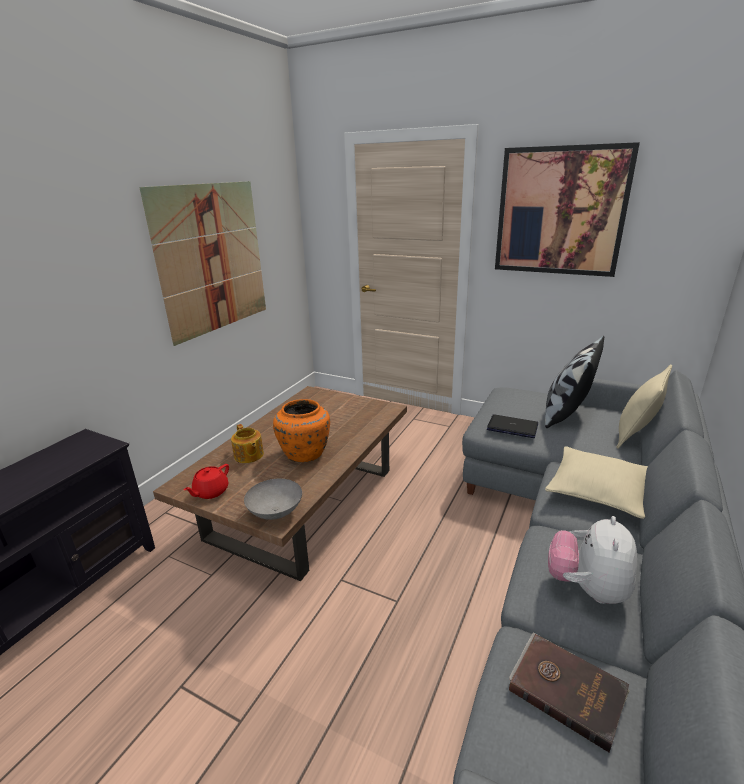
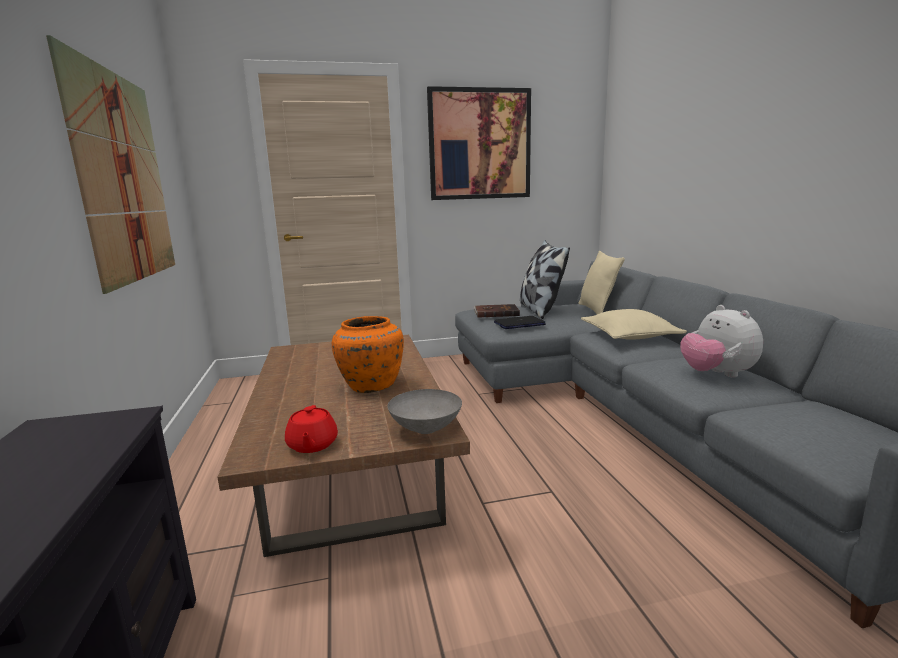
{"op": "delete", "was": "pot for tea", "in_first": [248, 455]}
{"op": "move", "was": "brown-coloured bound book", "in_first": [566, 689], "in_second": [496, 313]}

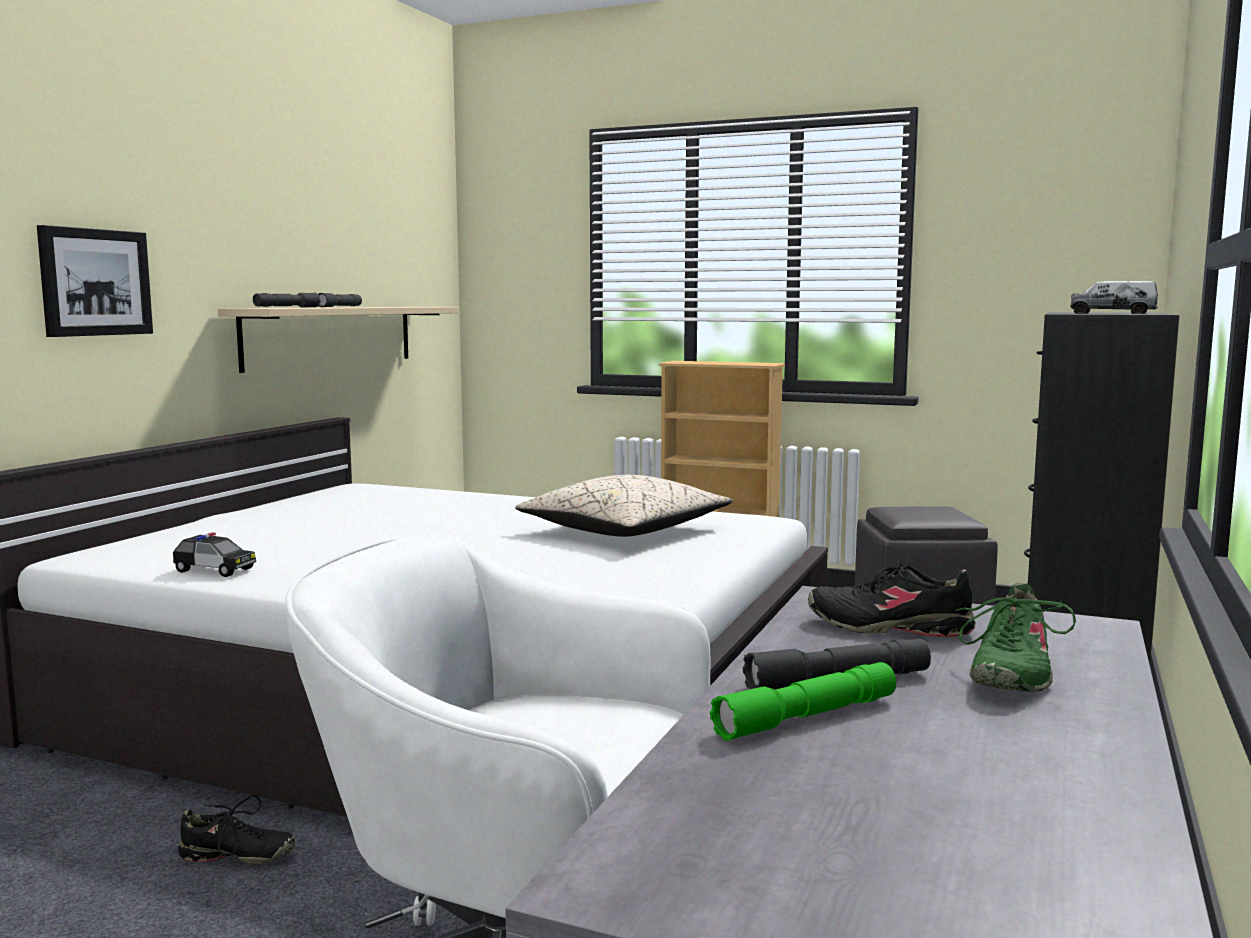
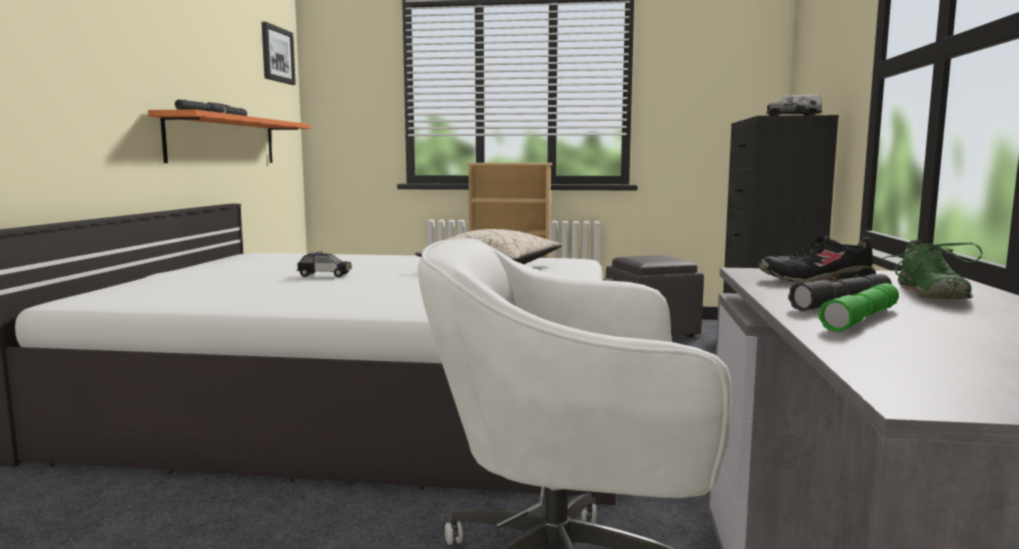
{"op": "delete", "was": "black-coloured shoe", "in_first": [237, 856]}
{"op": "move", "was": "picture", "in_first": [95, 282], "in_second": [277, 54]}
{"op": "move", "was": "model car", "in_first": [214, 570], "in_second": [324, 275]}
{"op": "recolor", "was": "sand-coloured wall shelf", "now": "orange-coloured wall shelf", "in_first": [331, 336], "in_second": [223, 140]}

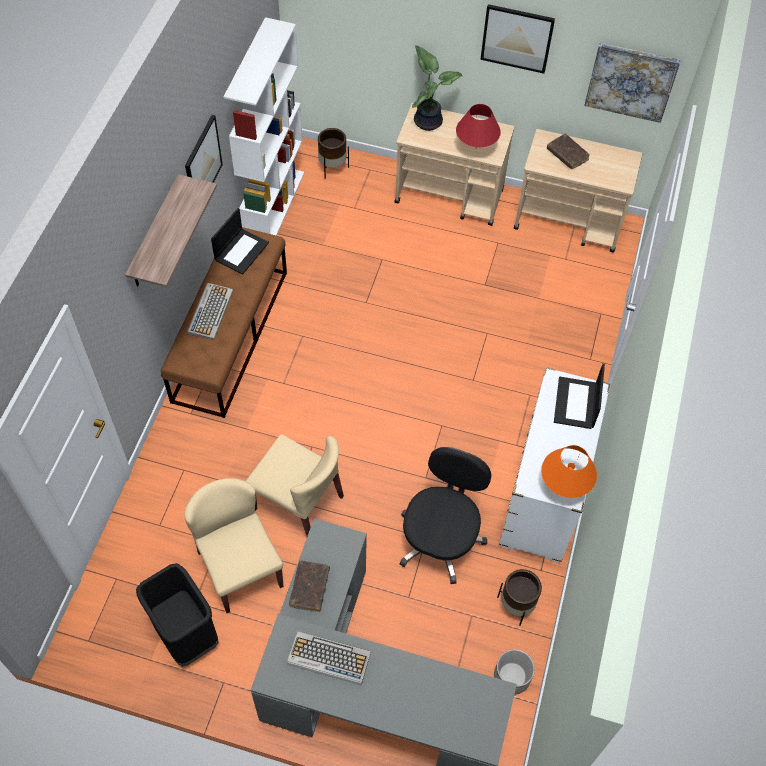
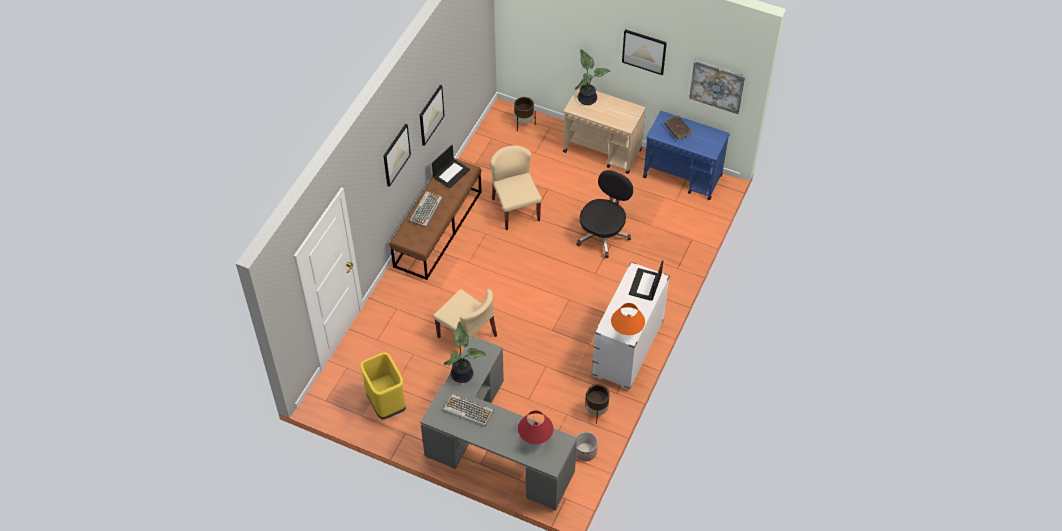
{"op": "delete", "was": "whitish bookshelf", "in_first": [274, 205]}
{"op": "move", "was": "sand-coloured plain chair", "in_first": [240, 568], "in_second": [515, 209]}
{"op": "move", "was": "black-coloured computer chair", "in_first": [440, 538], "in_second": [603, 234]}
{"op": "move", "was": "reddish tabletop lamp", "in_first": [476, 148], "in_second": [535, 438]}
{"op": "replace", "was": "wall shelf", "now": "picture", "in_first": [155, 234], "in_second": [396, 154]}
{"op": "replace", "was": "brown-coloured bound book", "now": "plant in a pot", "in_first": [309, 588], "in_second": [463, 373]}
{"op": "recolor", "was": "black-coloured trash can", "now": "yellow-coloured trash can", "in_first": [186, 635], "in_second": [386, 404]}
{"op": "recolor", "was": "sand-coloured trolley", "now": "blue trolley", "in_first": [569, 222], "in_second": [683, 176]}

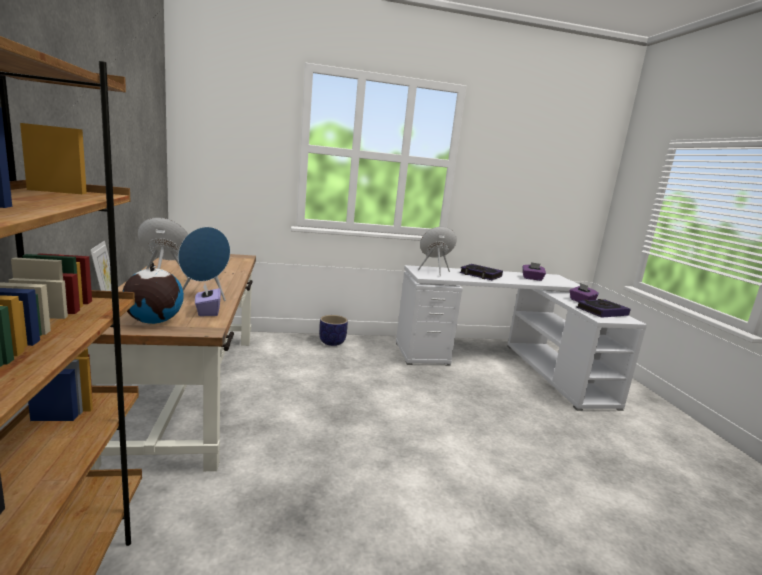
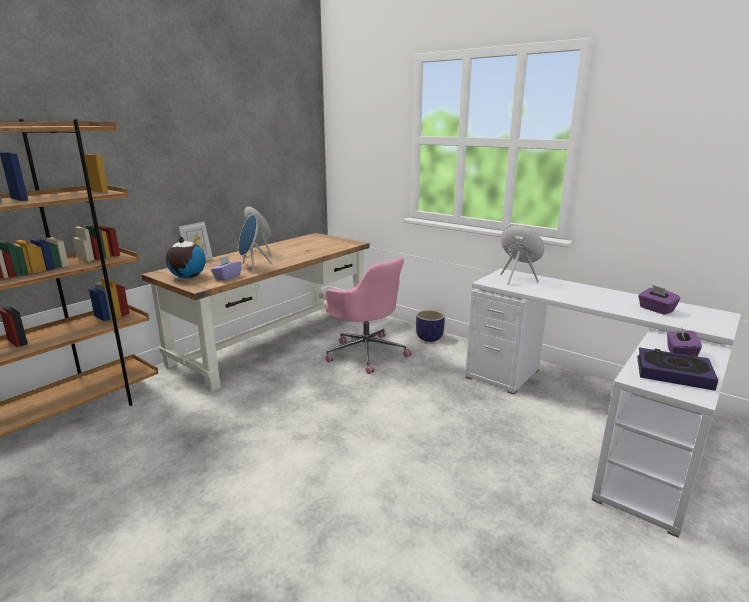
{"op": "delete", "was": "bound book", "in_first": [480, 275]}
{"op": "insert", "now": "pink computer chair", "in_second": [366, 352]}

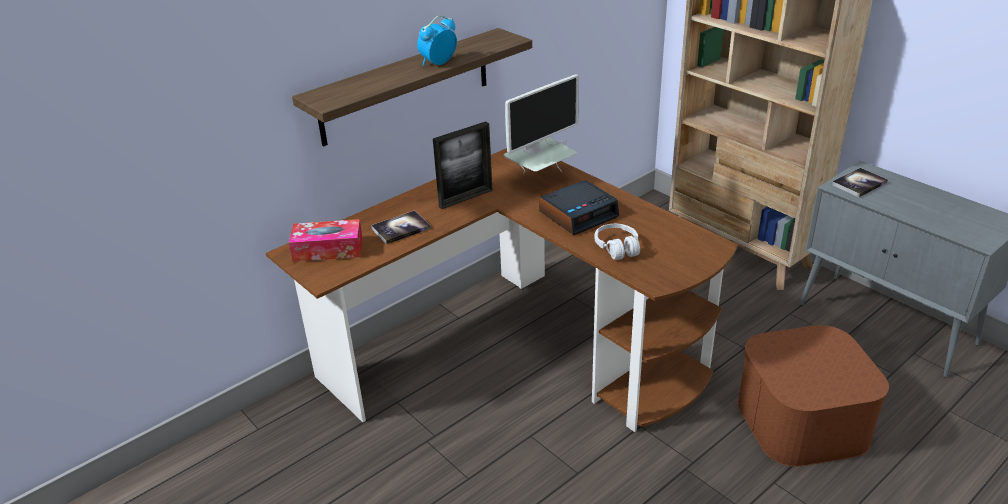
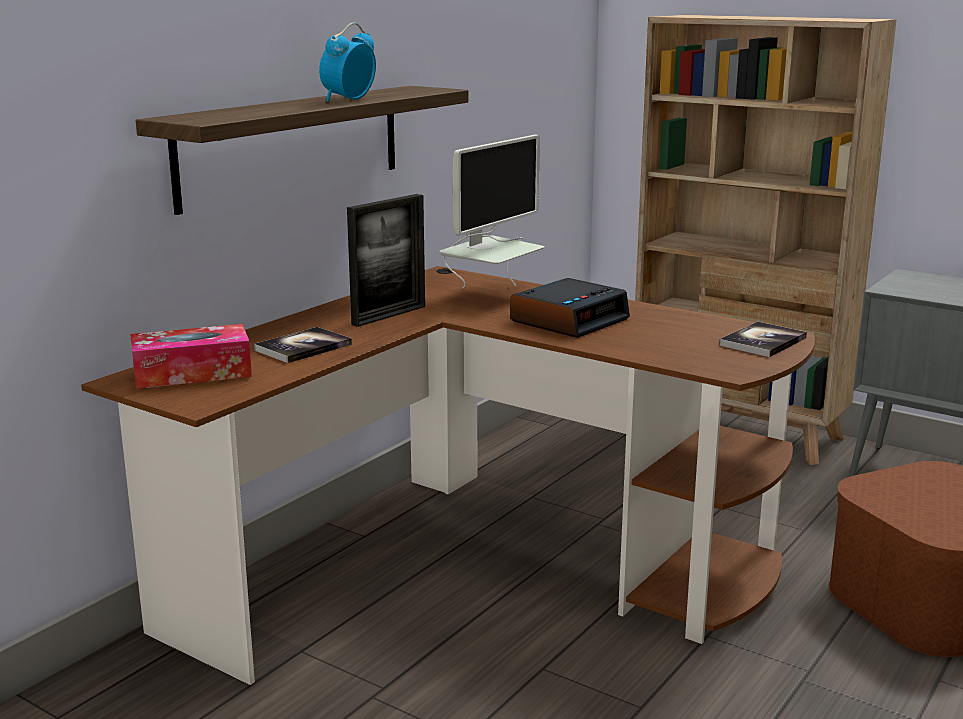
{"op": "delete", "was": "whitish pair of headphones", "in_first": [617, 248]}
{"op": "move", "was": "bound book", "in_first": [859, 183], "in_second": [763, 341]}

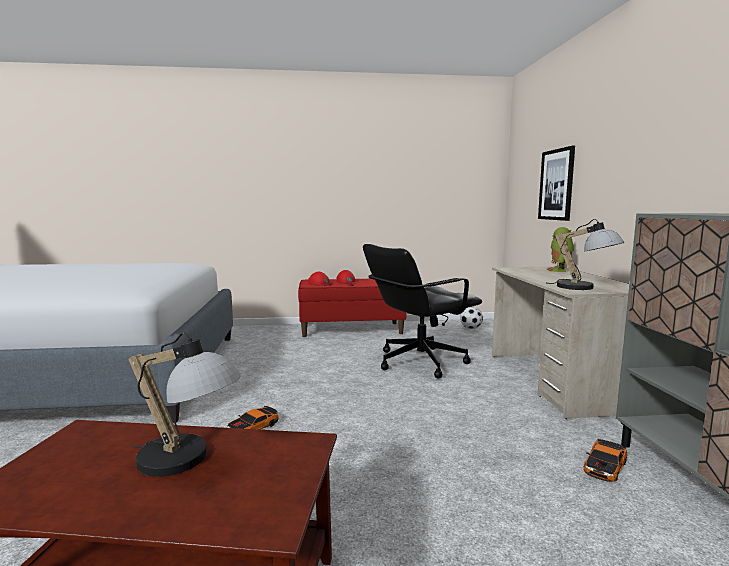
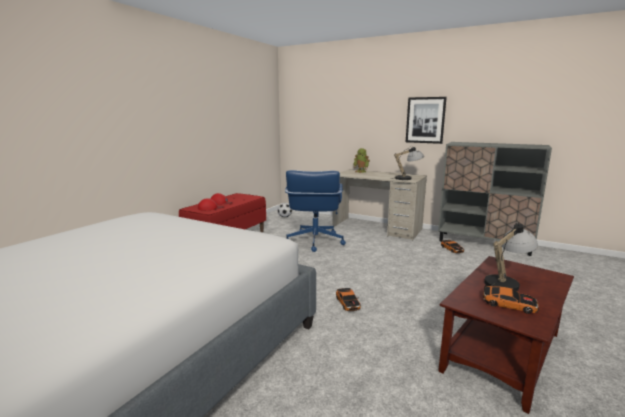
{"op": "insert", "now": "model car", "in_second": [509, 304]}
{"op": "move", "was": "picture", "in_first": [556, 184], "in_second": [425, 120]}
{"op": "recolor", "was": "black-coloured computer chair", "now": "blue computer chair", "in_first": [419, 362], "in_second": [314, 241]}

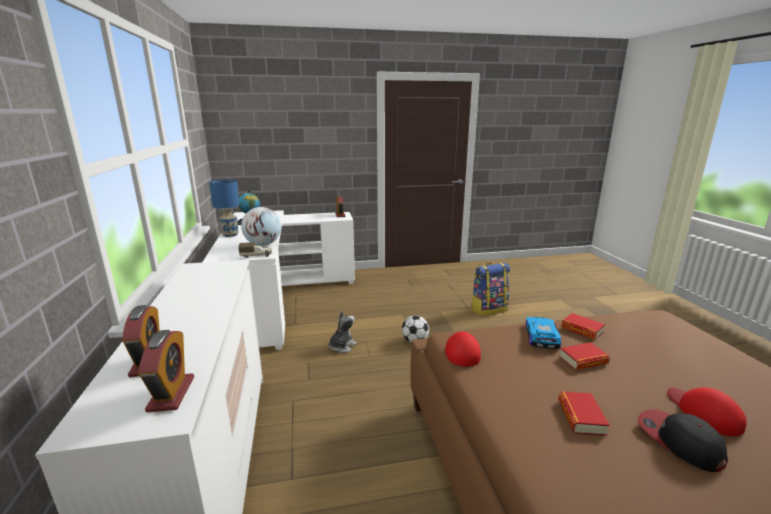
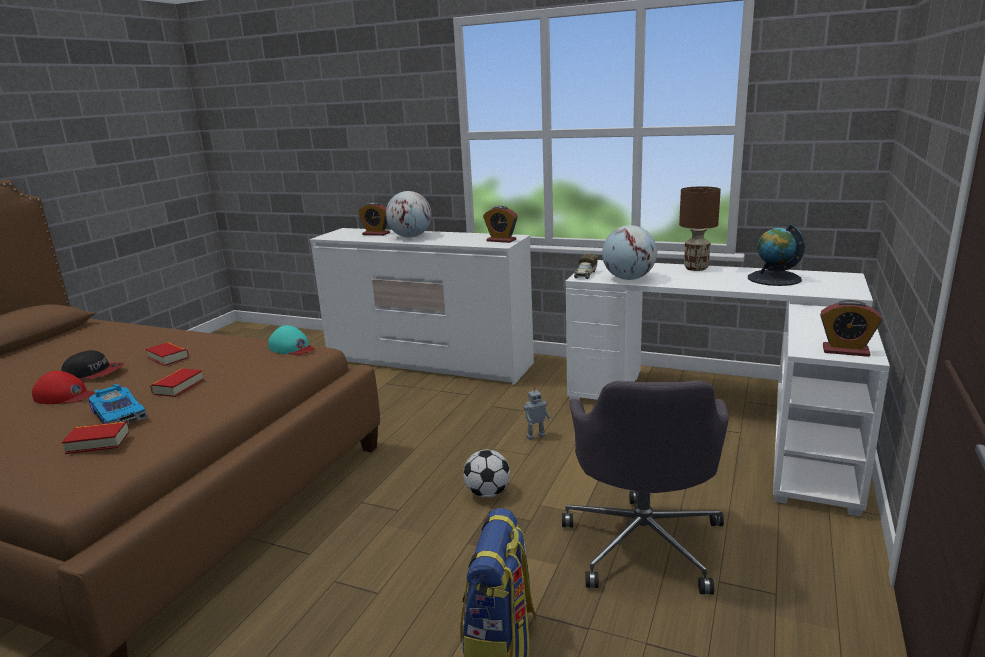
{"op": "insert", "now": "world globe", "in_second": [410, 237]}
{"op": "insert", "now": "grey computer chair", "in_second": [643, 541]}
{"op": "move", "was": "bedside clock", "in_first": [171, 394], "in_second": [501, 240]}
{"op": "move", "was": "model car", "in_first": [540, 336], "in_second": [120, 414]}
{"op": "move", "was": "bound book", "in_first": [582, 330], "in_second": [98, 442]}
{"op": "replace", "was": "cuddly toy", "now": "toy robot", "in_first": [341, 346], "in_second": [535, 436]}
{"op": "recolor", "was": "blue tabletop lamp", "now": "brown-coloured tabletop lamp", "in_first": [230, 235], "in_second": [696, 268]}
{"op": "recolor", "was": "reddish cap", "now": "turquoise cap", "in_first": [461, 351], "in_second": [292, 348]}

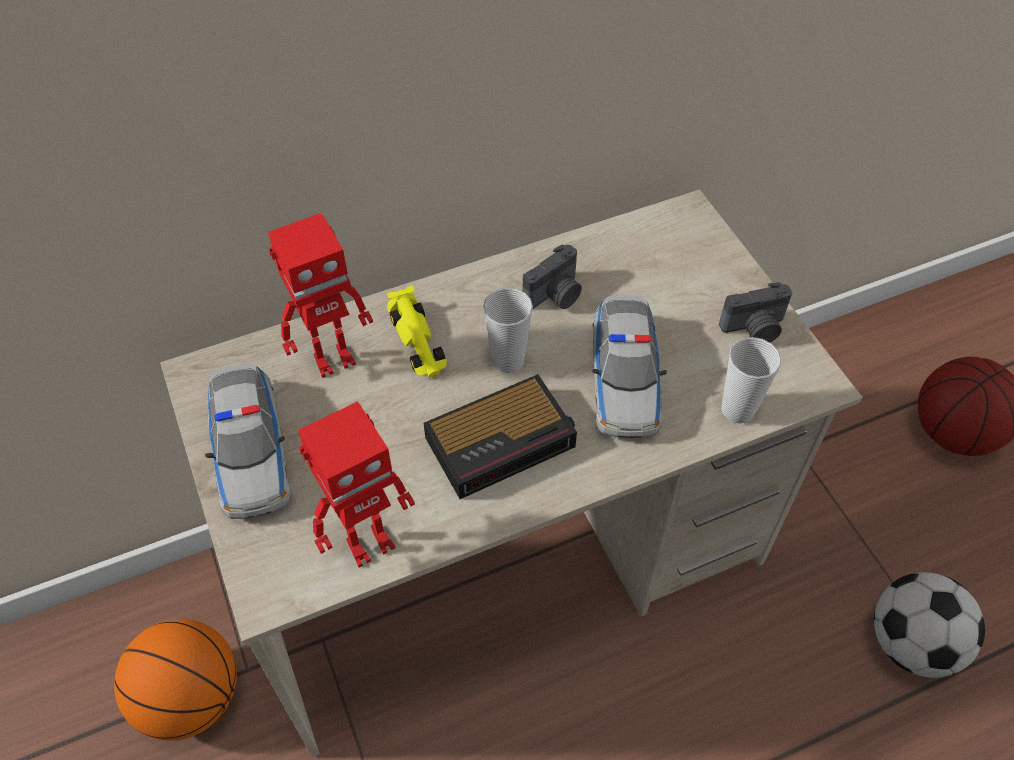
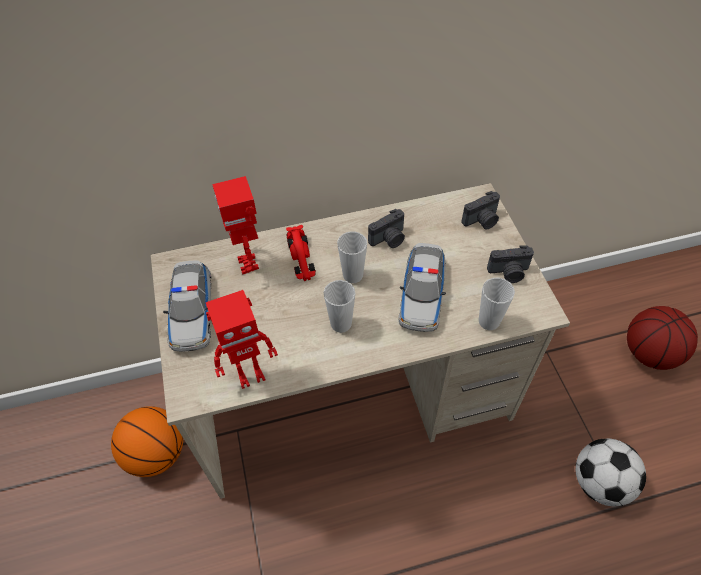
{"op": "insert", "now": "photo camera", "in_second": [482, 221]}
{"op": "replace", "was": "bedside clock", "now": "cup", "in_first": [503, 441], "in_second": [341, 324]}
{"op": "recolor", "was": "yellow-coloured model car", "now": "reddish model car", "in_first": [417, 341], "in_second": [301, 258]}
{"op": "rotate", "was": "toy robot", "in_first": [333, 359], "in_second": [249, 263], "clockwise": 90}

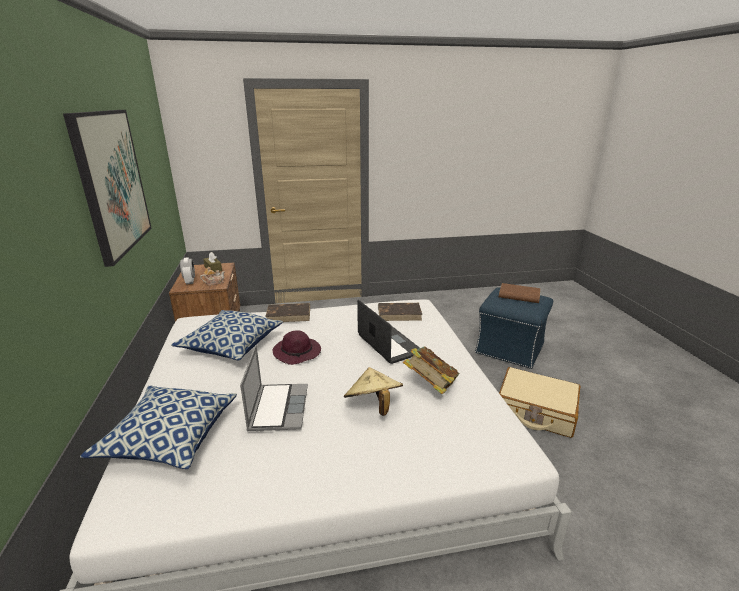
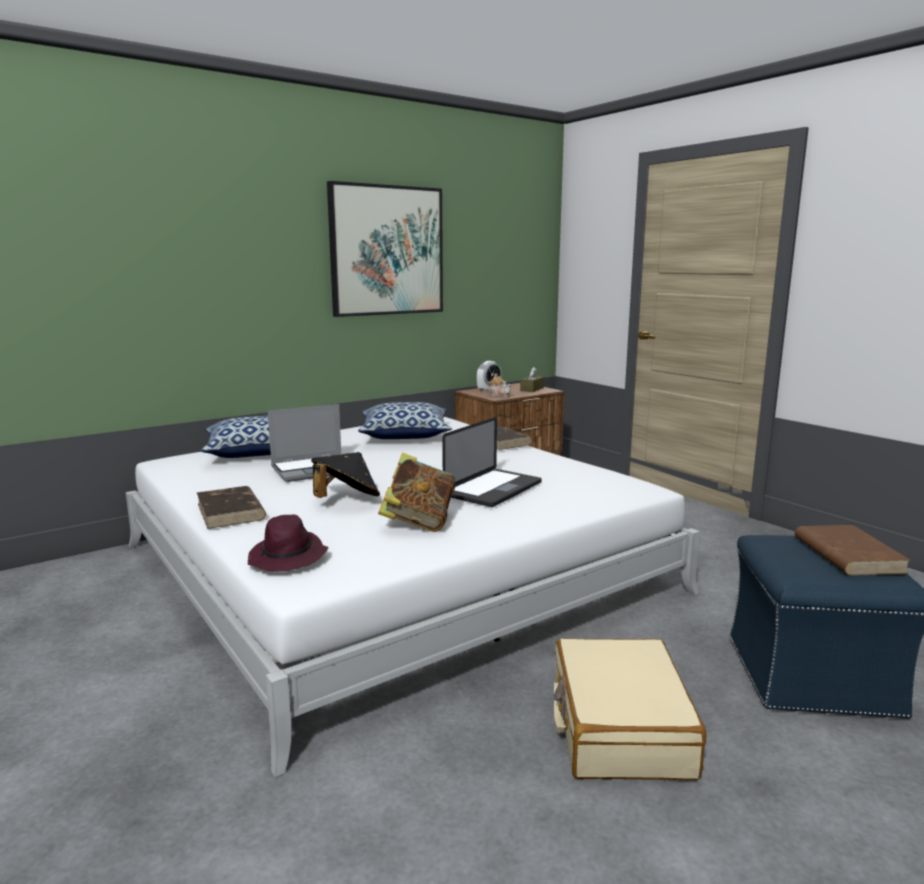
{"op": "move", "was": "purplish hat", "in_first": [298, 353], "in_second": [288, 558]}
{"op": "move", "was": "brown-coloured bound book", "in_first": [400, 313], "in_second": [231, 511]}
{"op": "recolor", "was": "sand-coloured hat", "now": "black-coloured hat", "in_first": [373, 406], "in_second": [346, 500]}

